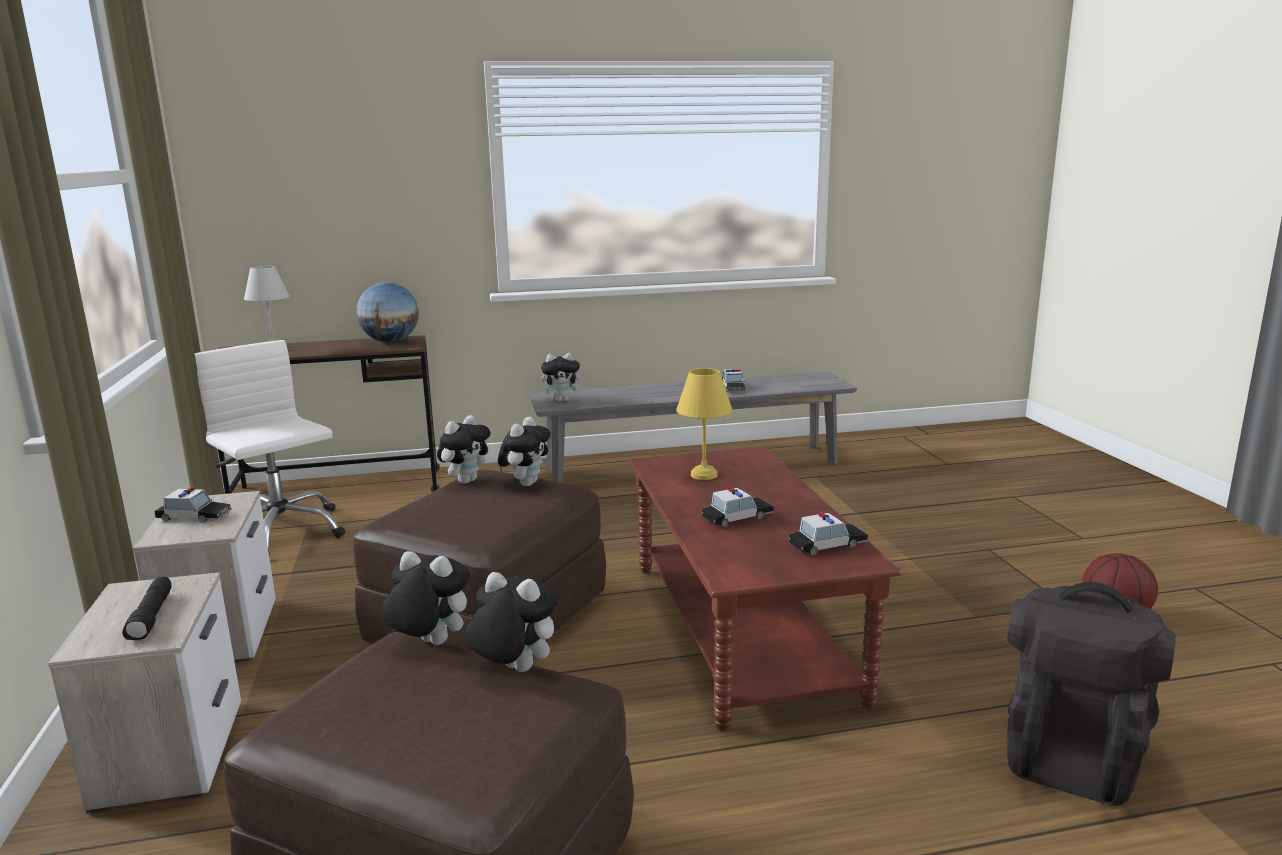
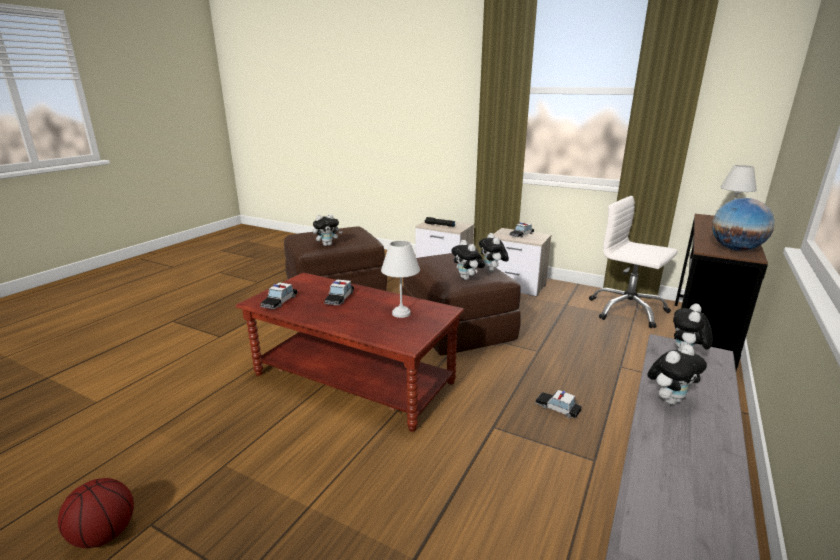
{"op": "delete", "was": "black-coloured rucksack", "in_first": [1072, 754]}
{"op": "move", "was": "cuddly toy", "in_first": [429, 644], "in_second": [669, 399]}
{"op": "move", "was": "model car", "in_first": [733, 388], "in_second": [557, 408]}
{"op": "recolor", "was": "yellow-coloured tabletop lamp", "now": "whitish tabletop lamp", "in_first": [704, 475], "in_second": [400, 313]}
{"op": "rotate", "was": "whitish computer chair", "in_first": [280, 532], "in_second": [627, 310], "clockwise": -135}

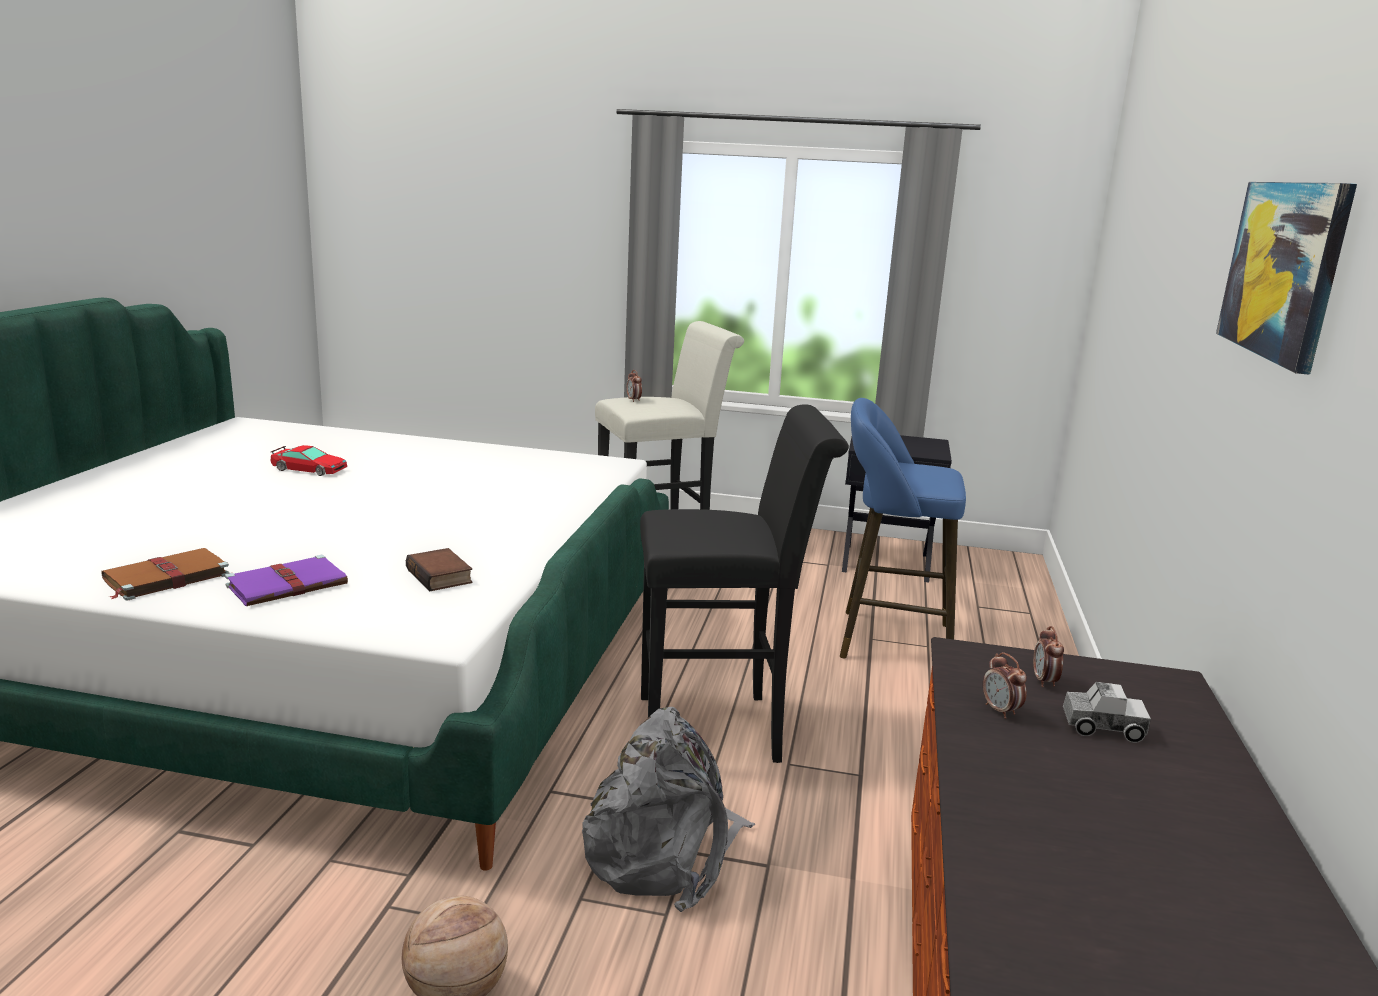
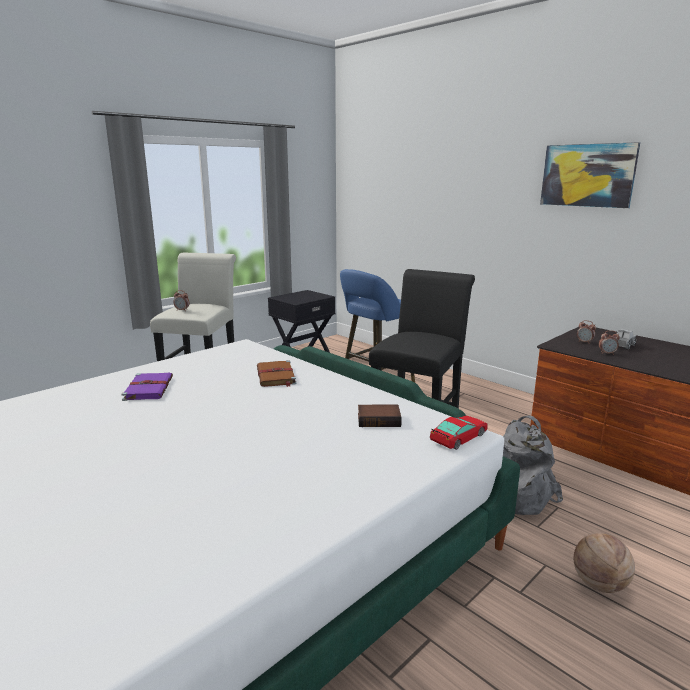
{"op": "move", "was": "brown-coloured bound book", "in_first": [164, 578], "in_second": [276, 376]}
{"op": "move", "was": "purplish bound book", "in_first": [289, 585], "in_second": [149, 388]}
{"op": "move", "was": "model car", "in_first": [309, 469], "in_second": [459, 437]}

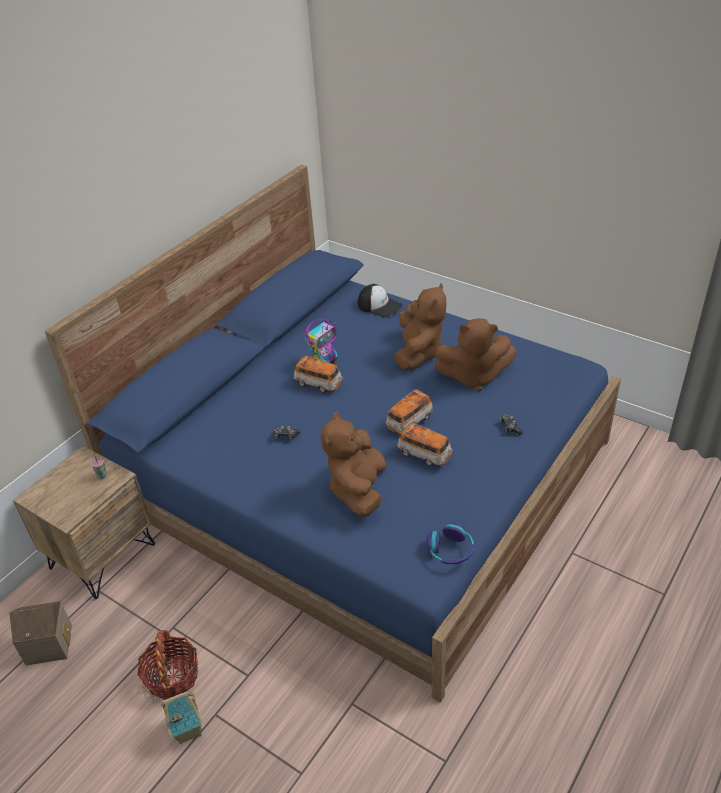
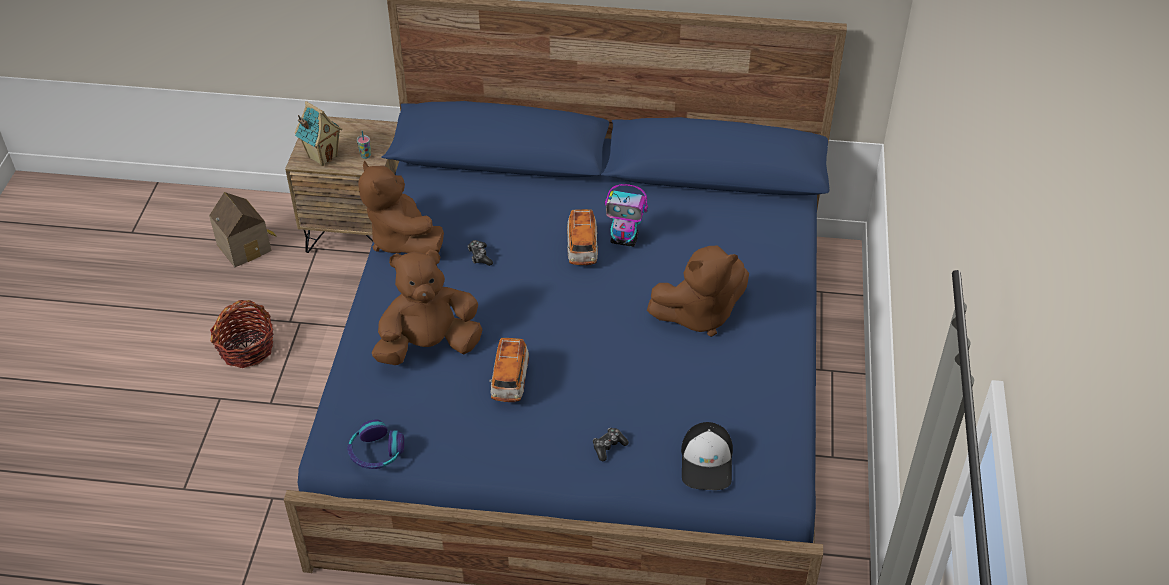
{"op": "delete", "was": "model car", "in_first": [409, 422]}
{"op": "move", "was": "model house", "in_first": [187, 730], "in_second": [322, 156]}
{"op": "move", "was": "cap", "in_first": [379, 306], "in_second": [707, 462]}
{"op": "move", "was": "brown-coloured cuddly toy", "in_first": [473, 376], "in_second": [402, 240]}

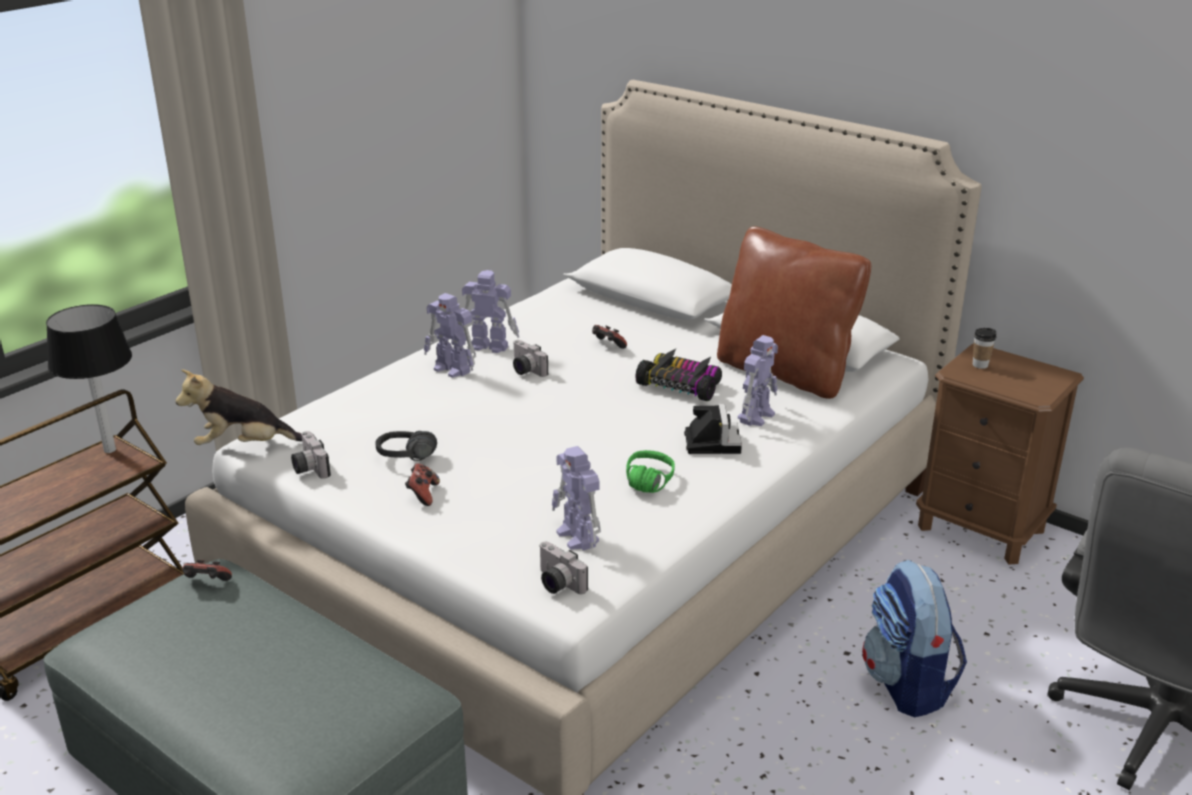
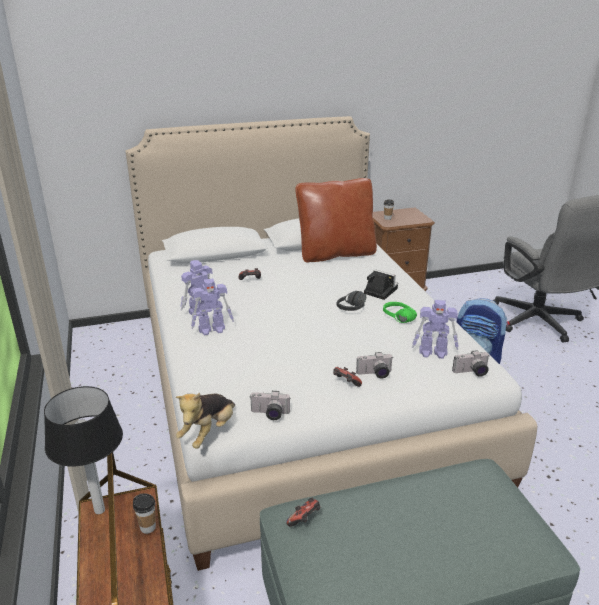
{"op": "delete", "was": "model car", "in_first": [681, 385]}
{"op": "delete", "was": "toy robot", "in_first": [756, 416]}
{"op": "insert", "now": "cup", "in_second": [148, 527]}
{"op": "move", "was": "black-coloured pair of headphones", "in_first": [406, 460], "in_second": [356, 309]}
{"op": "move", "was": "photo camera", "in_first": [525, 370], "in_second": [375, 374]}

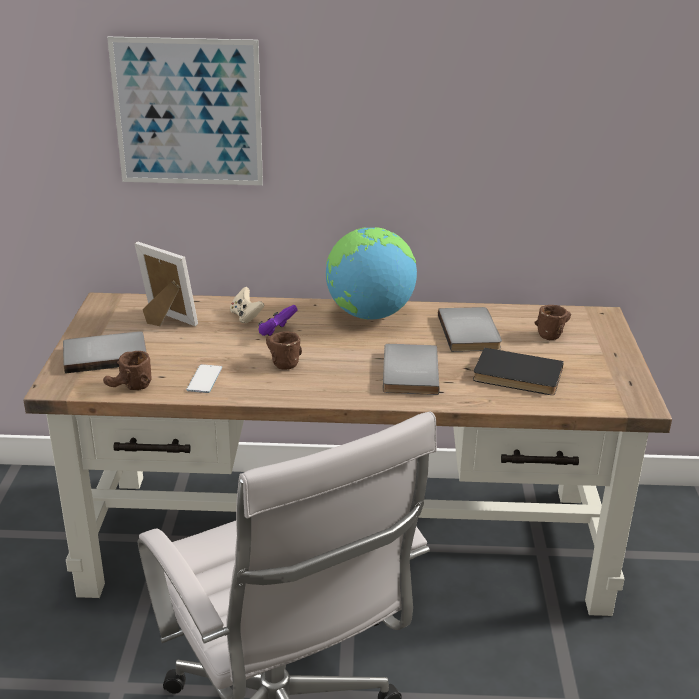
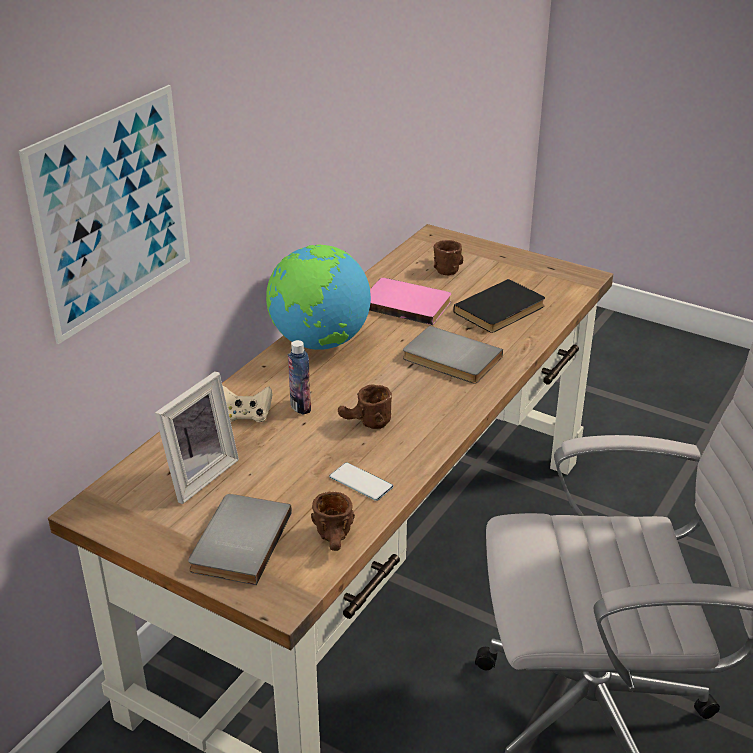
{"op": "replace", "was": "purplish joypad", "now": "beverage bottle", "in_first": [276, 332], "in_second": [300, 406]}
{"op": "recolor", "was": "grey bound book", "now": "pink bound book", "in_first": [471, 332], "in_second": [407, 303]}
{"op": "rotate", "was": "standing frame", "in_first": [165, 321], "in_second": [197, 475], "clockwise": 150}

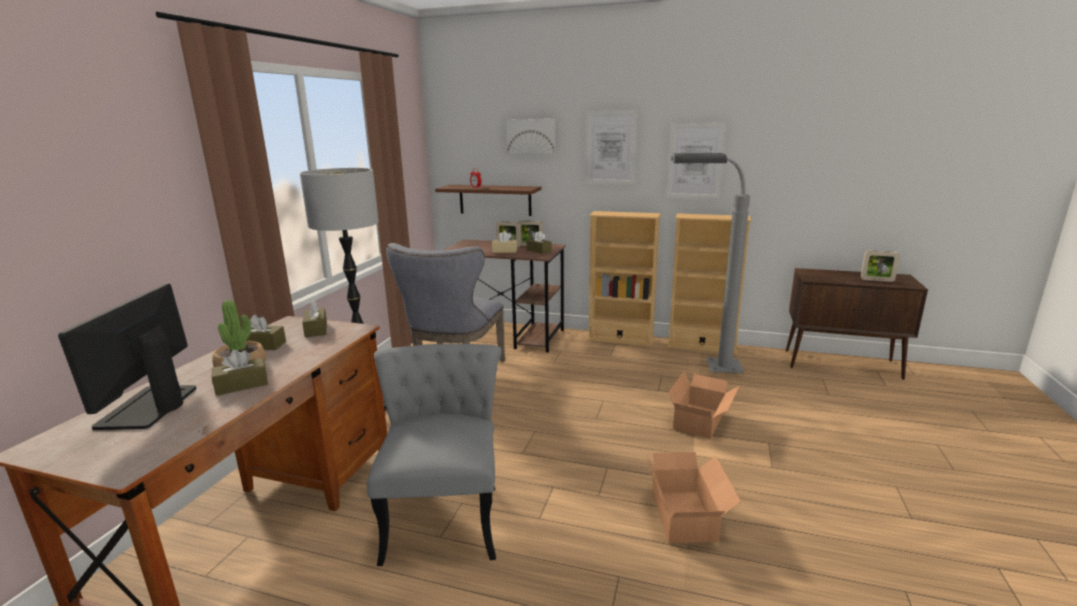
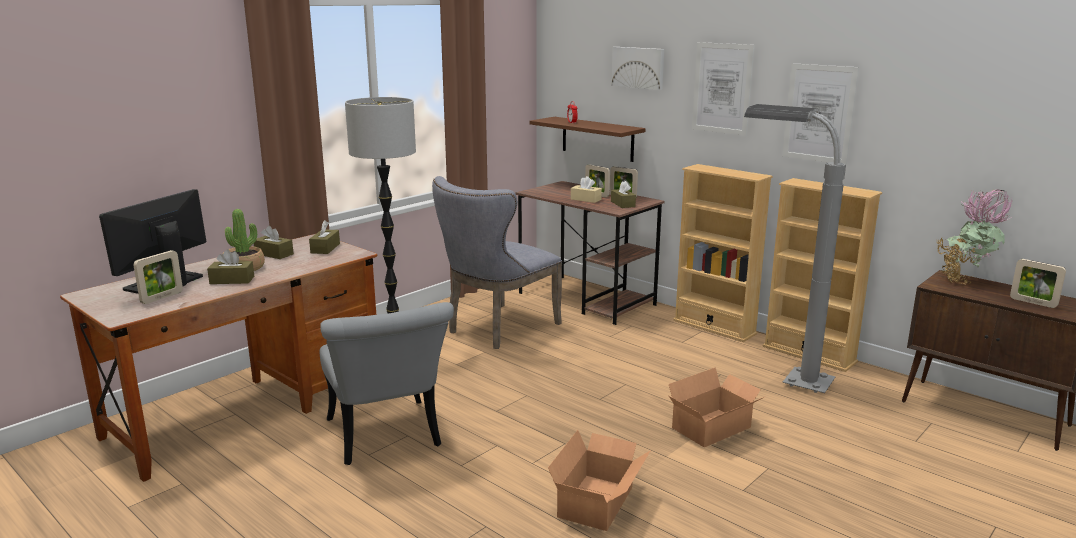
{"op": "insert", "now": "standing frame", "in_second": [162, 297]}
{"op": "insert", "now": "plant in a pot", "in_second": [965, 281]}
{"op": "rotate", "was": "grey plain chair", "in_first": [445, 513], "in_second": [387, 439], "clockwise": 135}

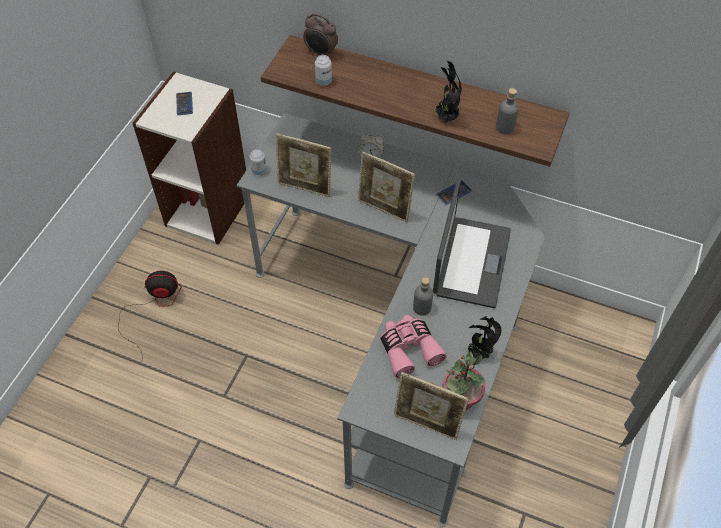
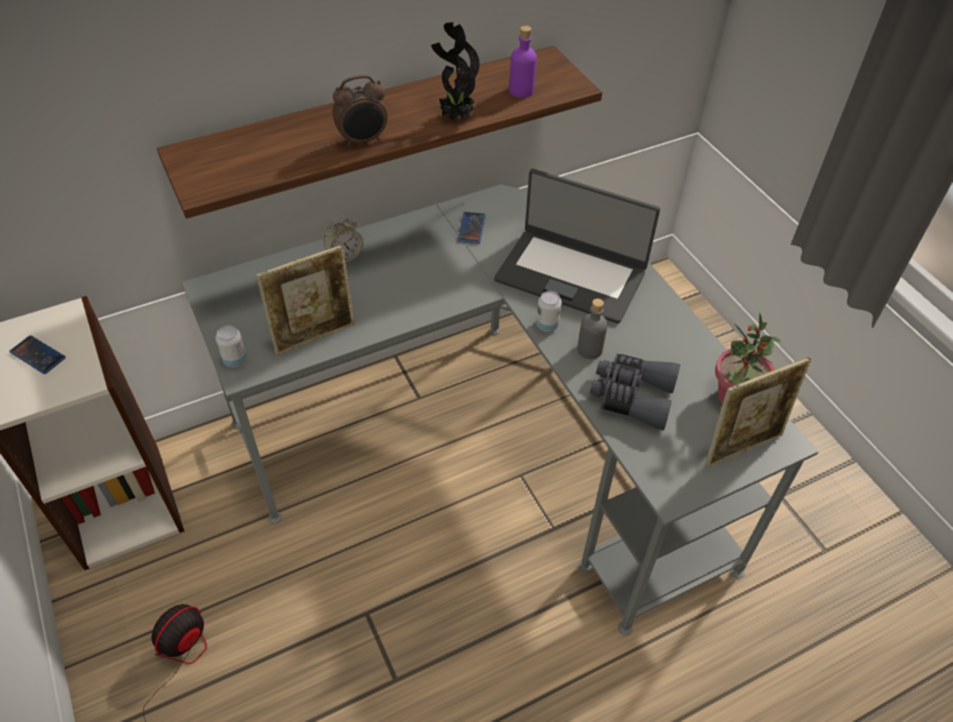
{"op": "delete", "was": "standing frame", "in_first": [384, 209]}
{"op": "delete", "was": "plant in a pot", "in_first": [478, 354]}
{"op": "move", "was": "bedside clock", "in_first": [321, 53], "in_second": [363, 141]}
{"op": "move", "was": "can", "in_first": [323, 81], "in_second": [547, 325]}
{"op": "recolor", "was": "pink binoculars", "now": "grey binoculars", "in_first": [409, 349], "in_second": [632, 396]}
{"op": "recolor", "was": "grey beverage bottle", "now": "purplish beverage bottle", "in_first": [505, 127], "in_second": [521, 90]}
{"op": "rotate", "was": "laptop", "in_first": [470, 261], "in_second": [571, 274], "clockwise": 150}

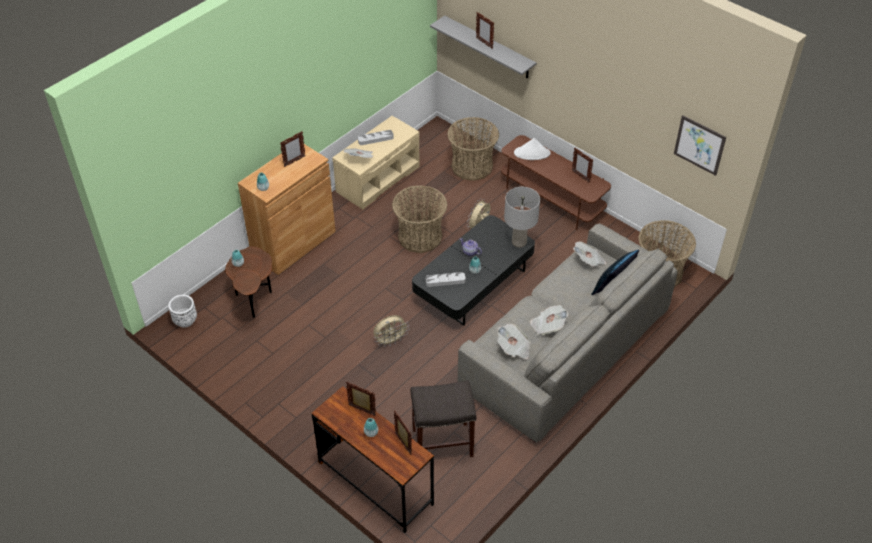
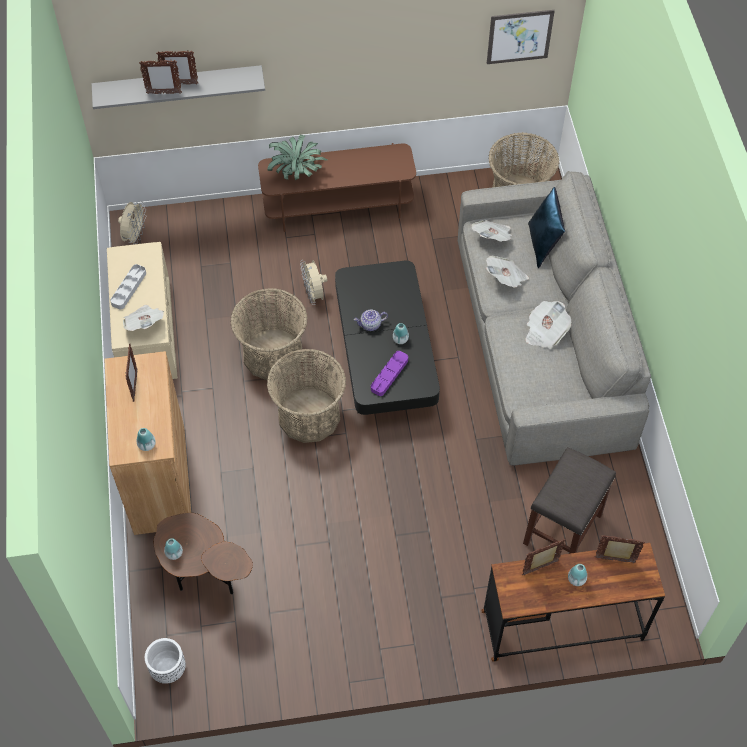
{"op": "delete", "was": "grey tabletop lamp", "in_first": [519, 242]}
{"op": "move", "was": "sand-coloured cooling fan", "in_first": [390, 341], "in_second": [135, 236]}
{"op": "move", "was": "basket", "in_first": [472, 166], "in_second": [309, 415]}
{"op": "move", "was": "newspaper", "in_first": [514, 348], "in_second": [506, 278]}
{"op": "move", "was": "standing frame", "in_first": [580, 176], "in_second": [163, 93]}
{"op": "replace", "was": "whitish hat", "now": "plant in a pot", "in_first": [532, 153], "in_second": [297, 172]}
{"op": "recolor", "was": "grey serving tray", "now": "purplish serving tray", "in_first": [445, 281], "in_second": [389, 375]}

